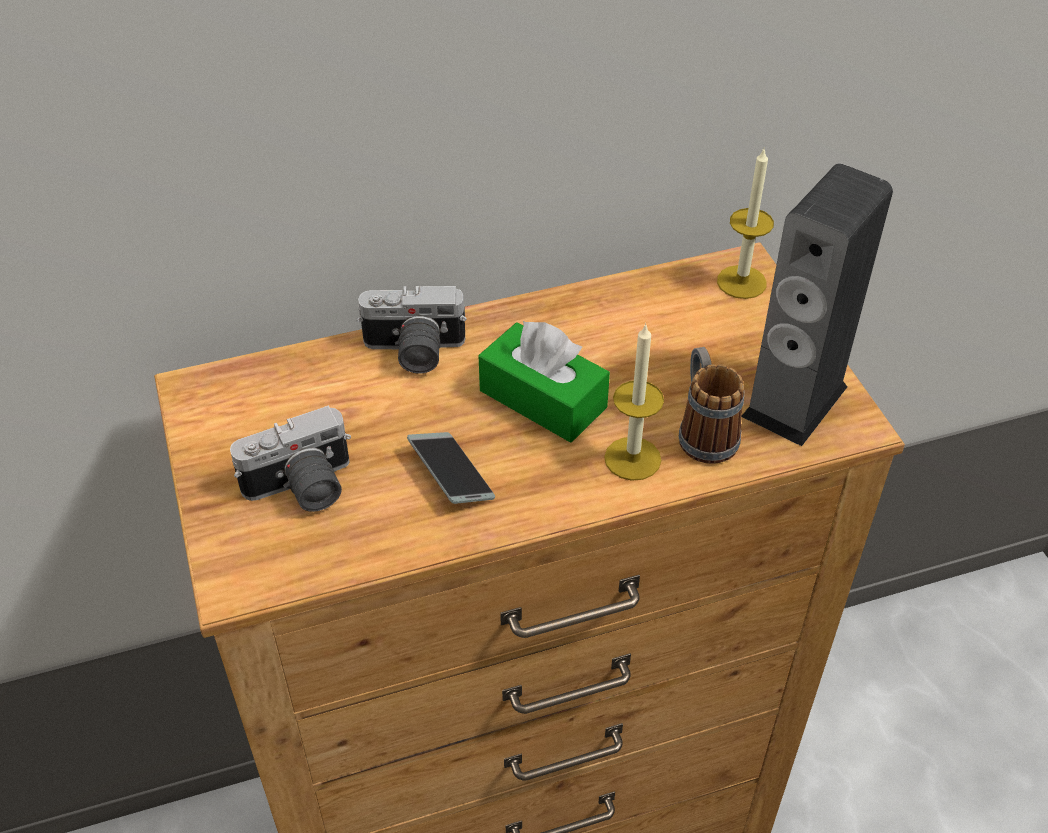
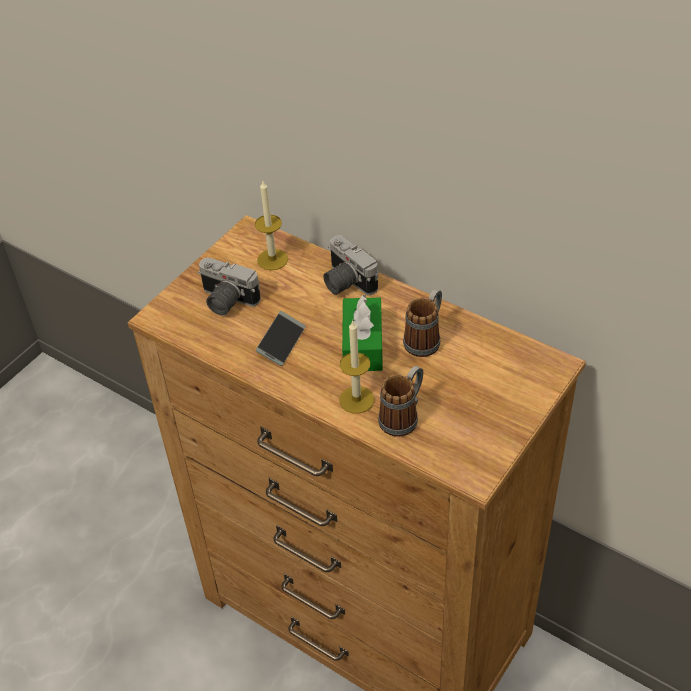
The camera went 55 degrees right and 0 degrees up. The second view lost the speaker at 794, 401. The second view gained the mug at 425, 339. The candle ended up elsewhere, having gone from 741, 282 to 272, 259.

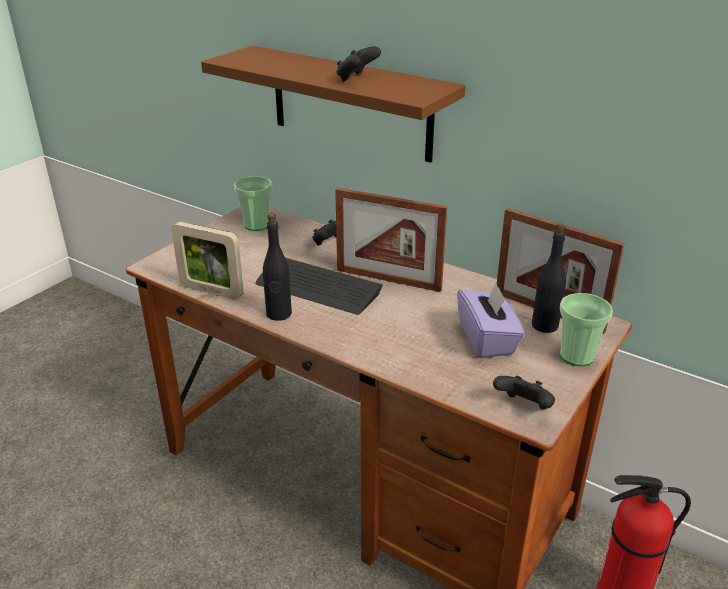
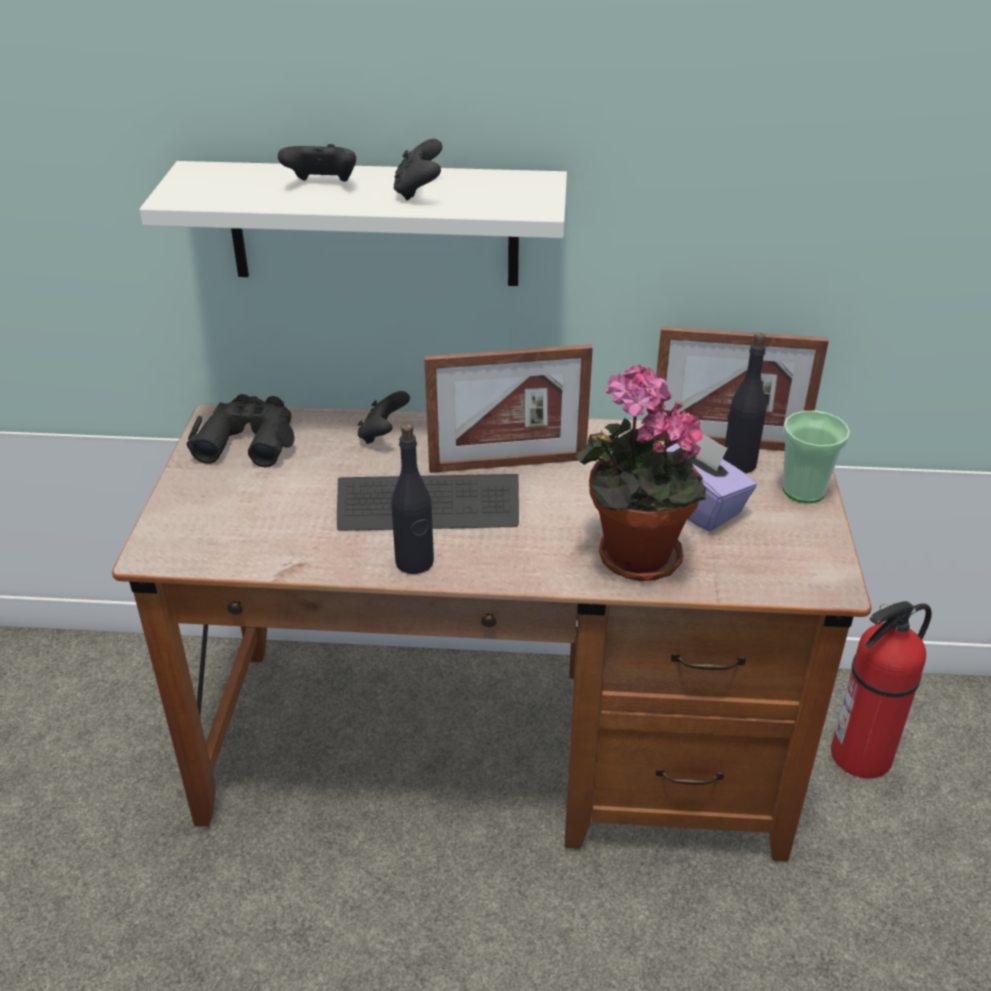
The camera went 30 degrees left and 5 degrees up. The second view lost the picture_frame at 211, 291. The second view gained the potted_plant at 631, 557. The black_game_controller ended up elsewhere, having gone from 524, 407 to 322, 185. Where the cup stood at 256, 225, the black_binoculars came to stand at 248, 439. What was the brown_shelf at 350, 103 turned into the white_shelf at 373, 224.

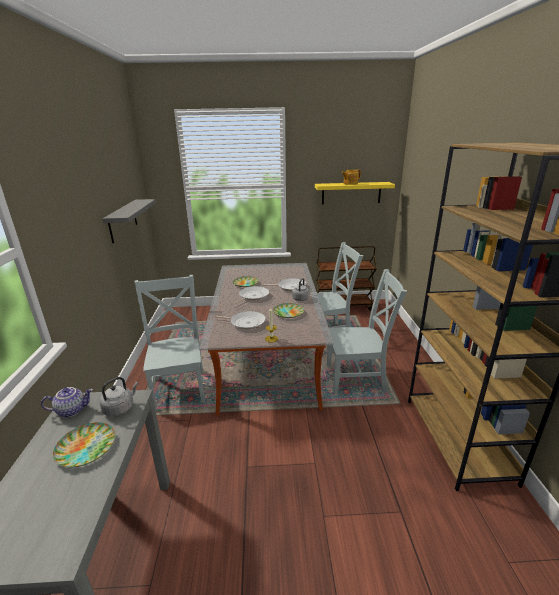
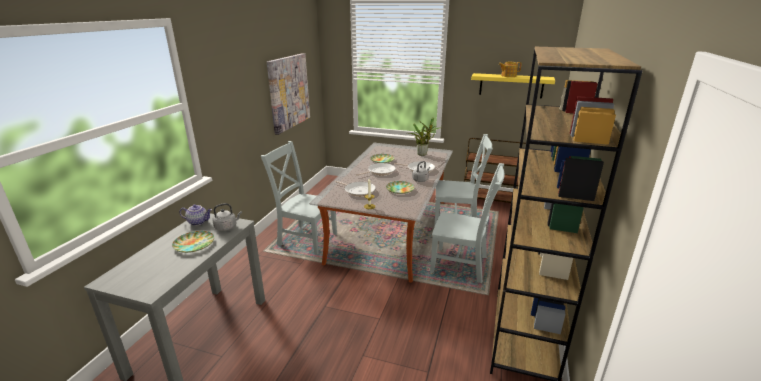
The camera went 20 degrees right and 0 degrees up. The second view gained the potted_plant at 423, 154. Where the grey_shelf hung at 123, 220, the picture came to hang at 288, 92. The grey_chair at 179, 387 ended up facing another way, 75 degrees counterclockwise from before.

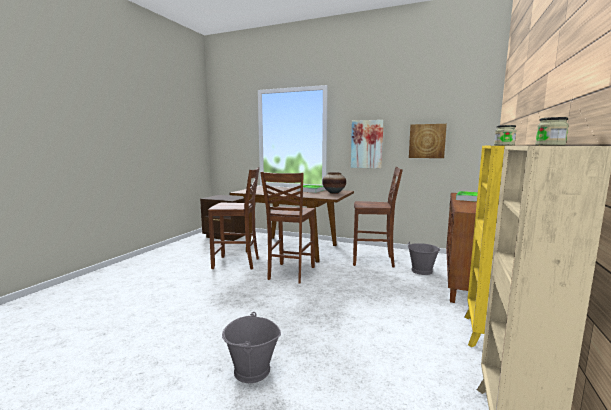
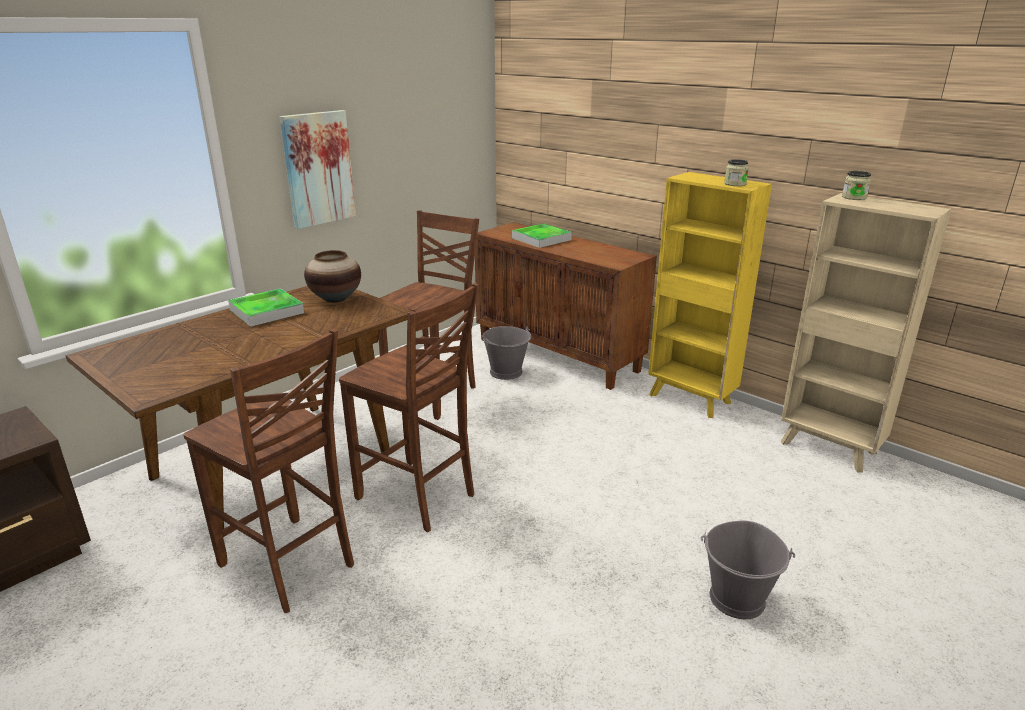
The camera went 70 degrees left and 15 degrees up. The second view lost the picture at 427, 141. The brown_chair at 237, 263 ended up facing another way, 105 degrees clockwise from before.

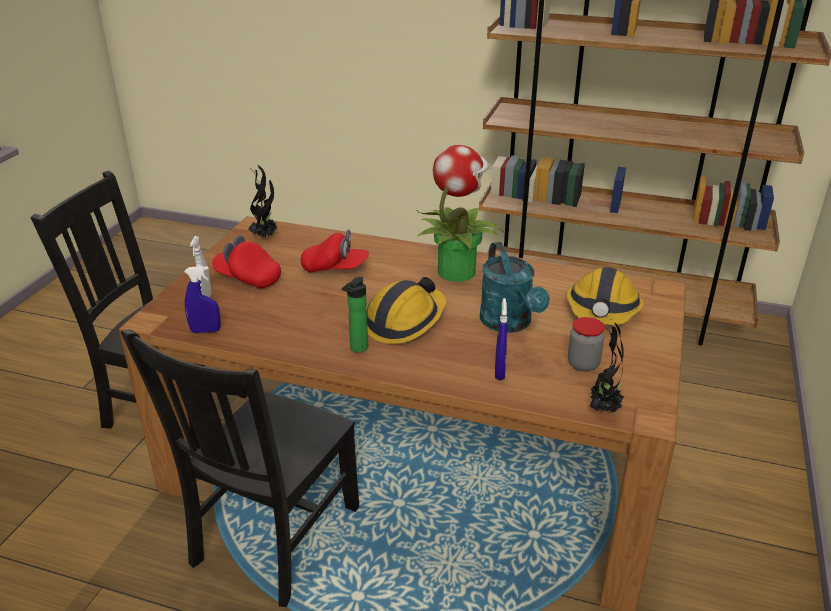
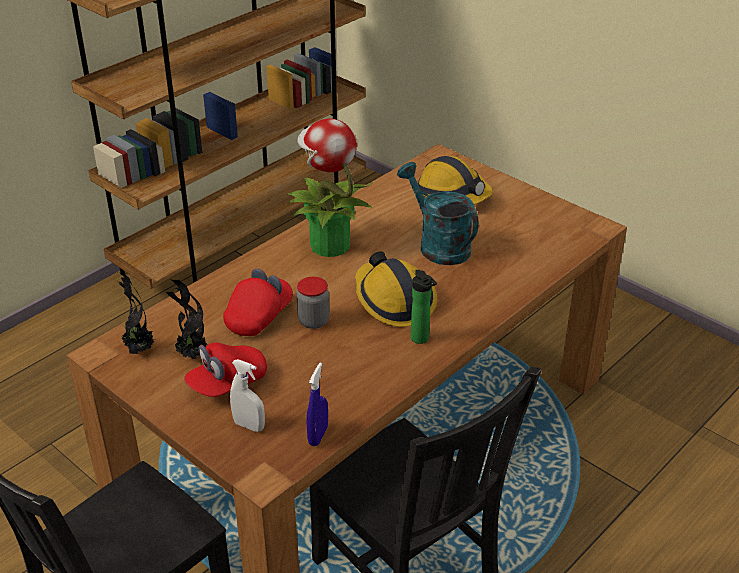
The camera went 65 degrees left and 5 degrees up. The second view lost the blue_spray_bottle at 499, 372. The jar ended up elsewhere, having gone from 583, 364 to 313, 321. The potted_plant ended up elsewhere, having gone from 603, 408 to 190, 355. The turquoise_watering_can at 509, 323 ended up facing another way, 135 degrees counterclockwise from before.

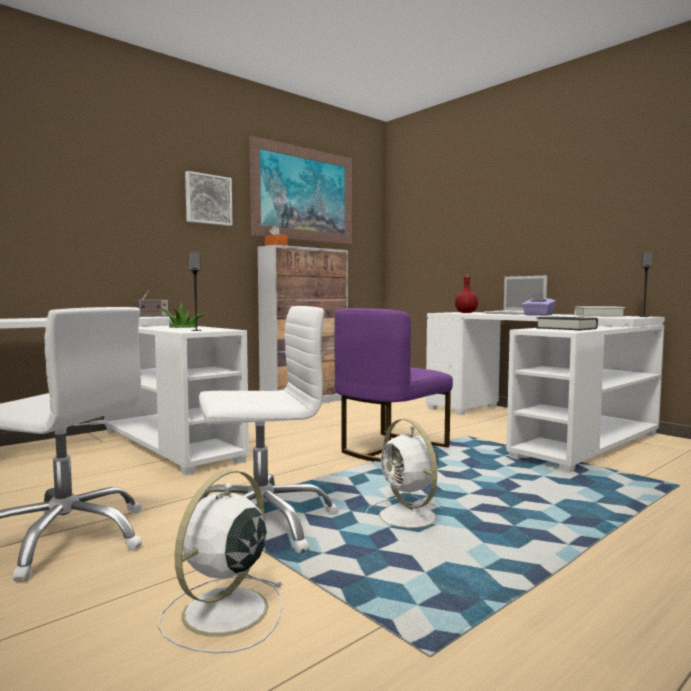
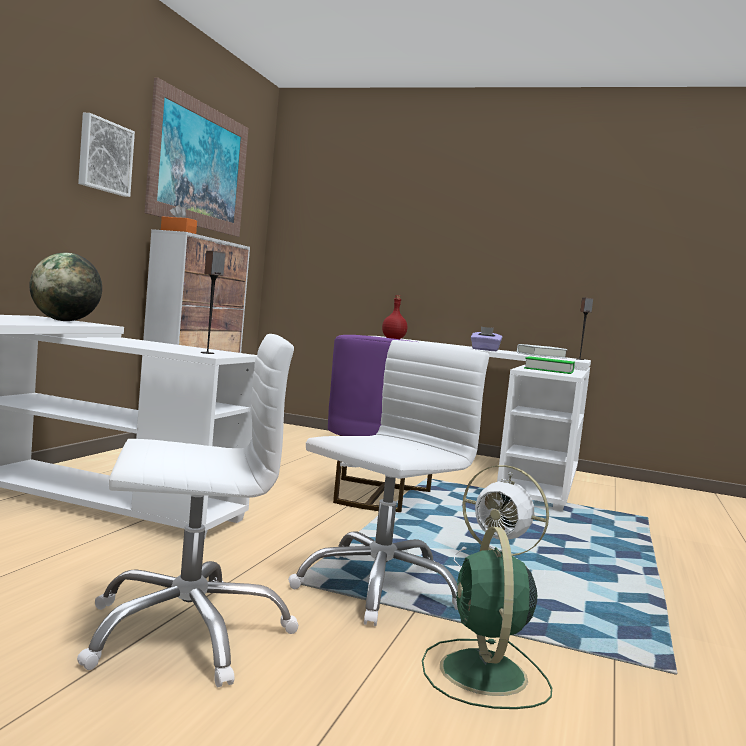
The camera went 30 degrees left and 0 degrees up. The second view lost the potted_plant at 183, 327. The second view lost the laptop at 516, 313. Where the radio stood at 152, 316, the globe came to stand at 64, 321. What was the white_fan at 222, 613 turned into the green_fan at 484, 675. What was the black_book at 566, 328 turned into the green_book at 549, 370.

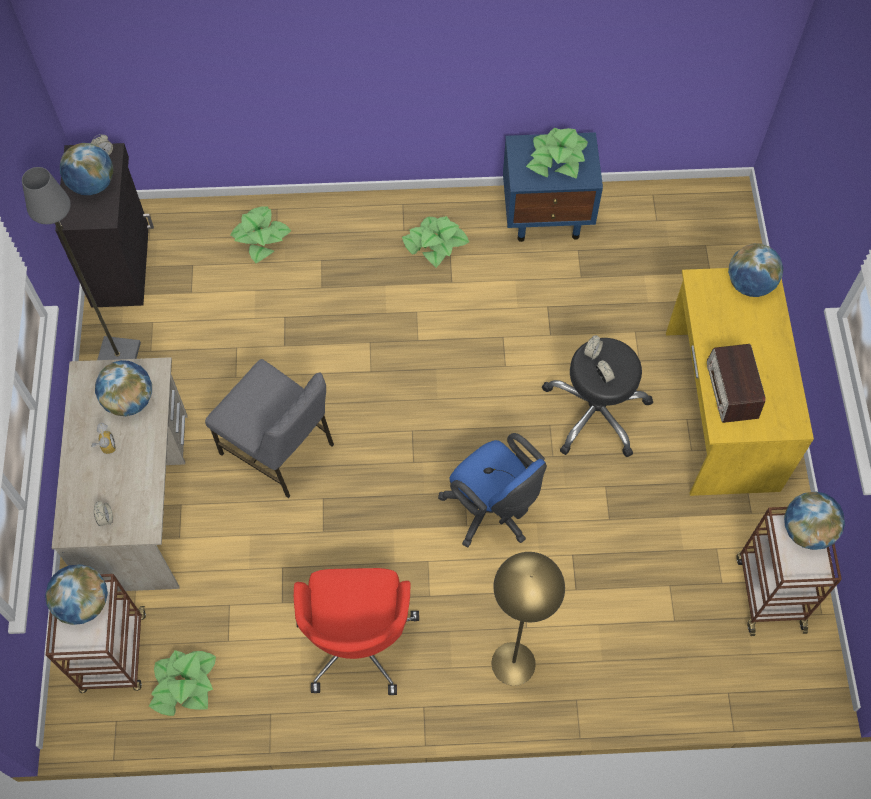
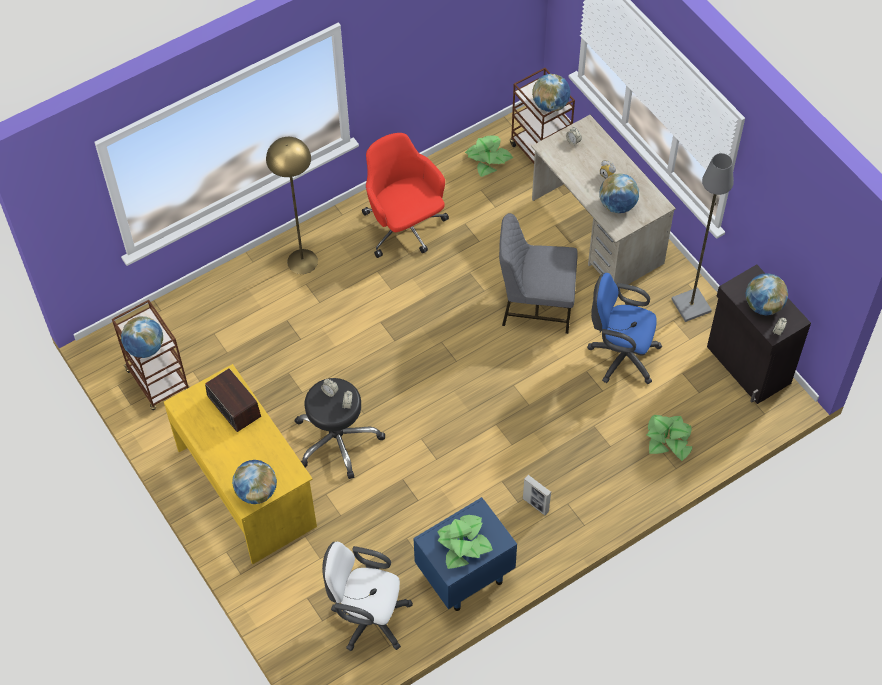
The camera went 150 degrees right and 5 degrees down. The second view gained the white_office_chair at 367, 617. The blue_office_chair ended up elsewhere, having gone from 492, 511 to 620, 355. Where the potted_plant stood at 435, 244, the picture_frame came to stand at 535, 505.

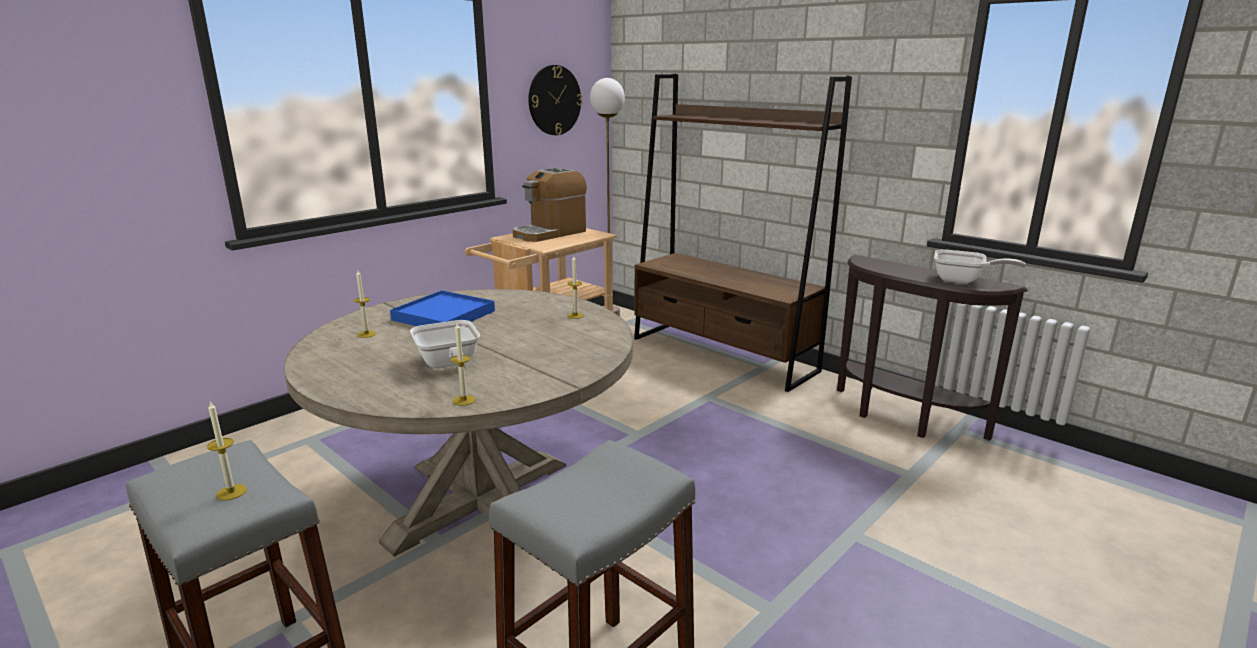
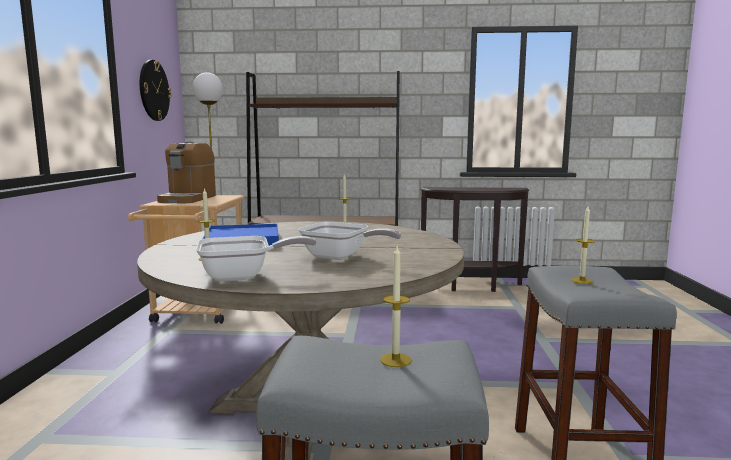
The camera went 40 degrees left and 10 degrees down. The candle ended up elsewhere, having gone from 464, 400 to 582, 281. The frying_pan ended up elsewhere, having gone from 963, 280 to 244, 276.

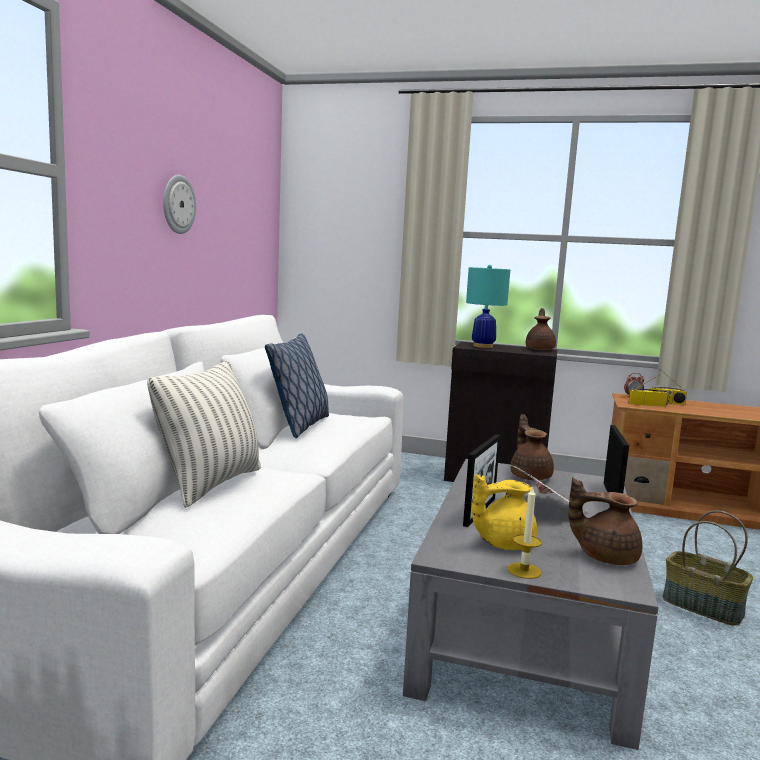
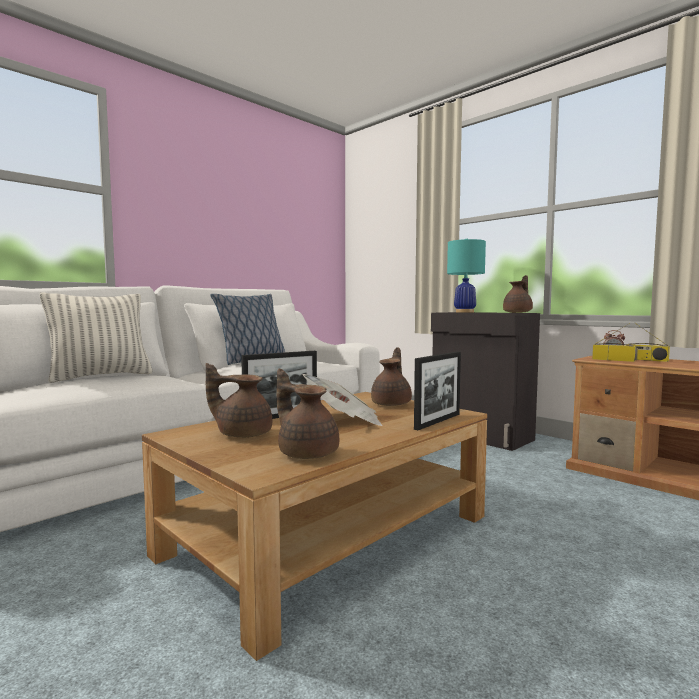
The camera went 30 degrees right and 5 degrees down. The second view lost the wall_clock at 178, 204. The second view lost the candle at 524, 570. The second view lost the basket at 701, 607. What was the grey_coffee_table at 525, 622 turned into the brown_coffee_table at 331, 534. What was the yellow_teapot at 503, 543 turned into the brown_teapot at 242, 434.

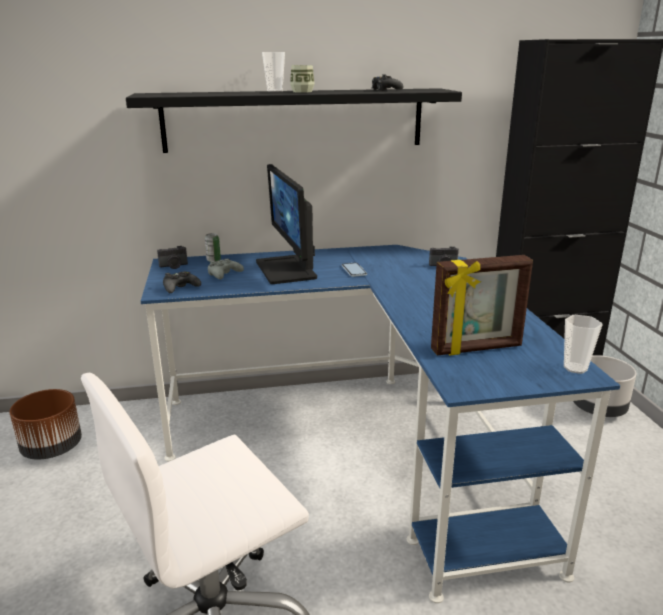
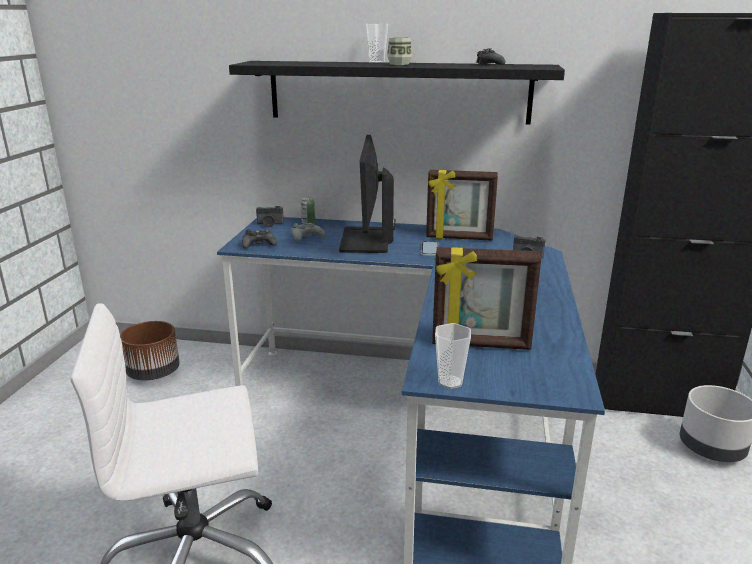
The camera went 20 degrees right and 0 degrees up. The second view gained the picture_frame at 459, 238. The cup ended up elsewhere, having gone from 575, 368 to 450, 382.

